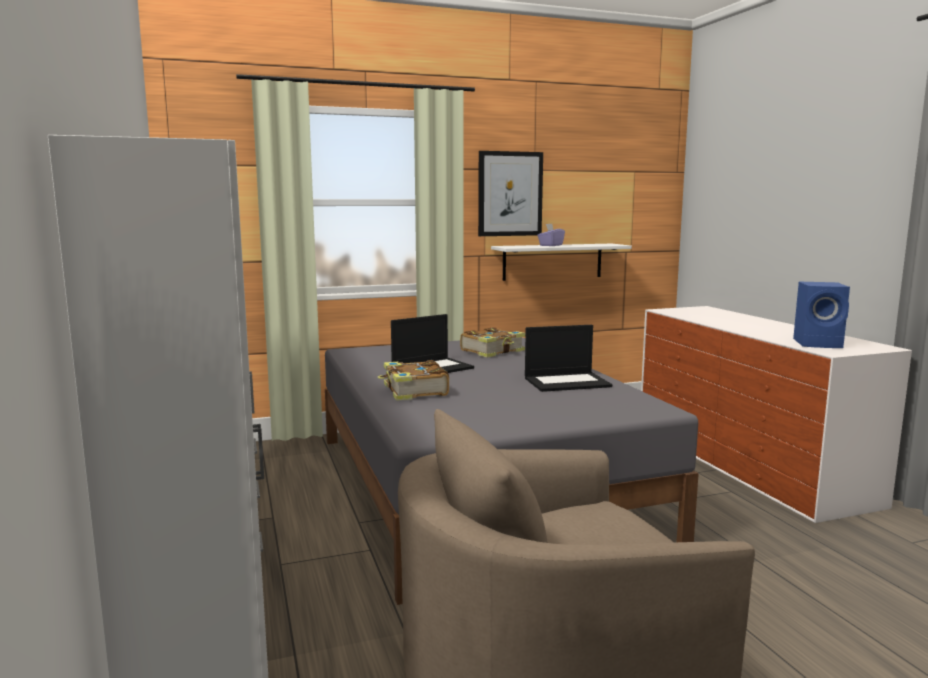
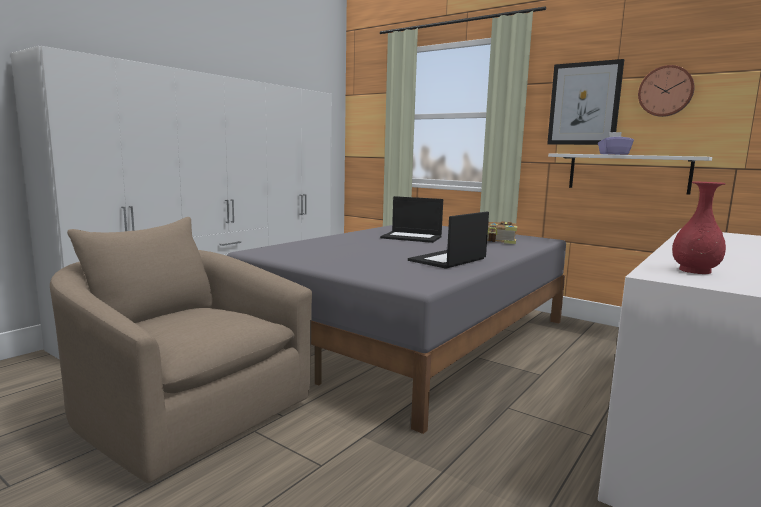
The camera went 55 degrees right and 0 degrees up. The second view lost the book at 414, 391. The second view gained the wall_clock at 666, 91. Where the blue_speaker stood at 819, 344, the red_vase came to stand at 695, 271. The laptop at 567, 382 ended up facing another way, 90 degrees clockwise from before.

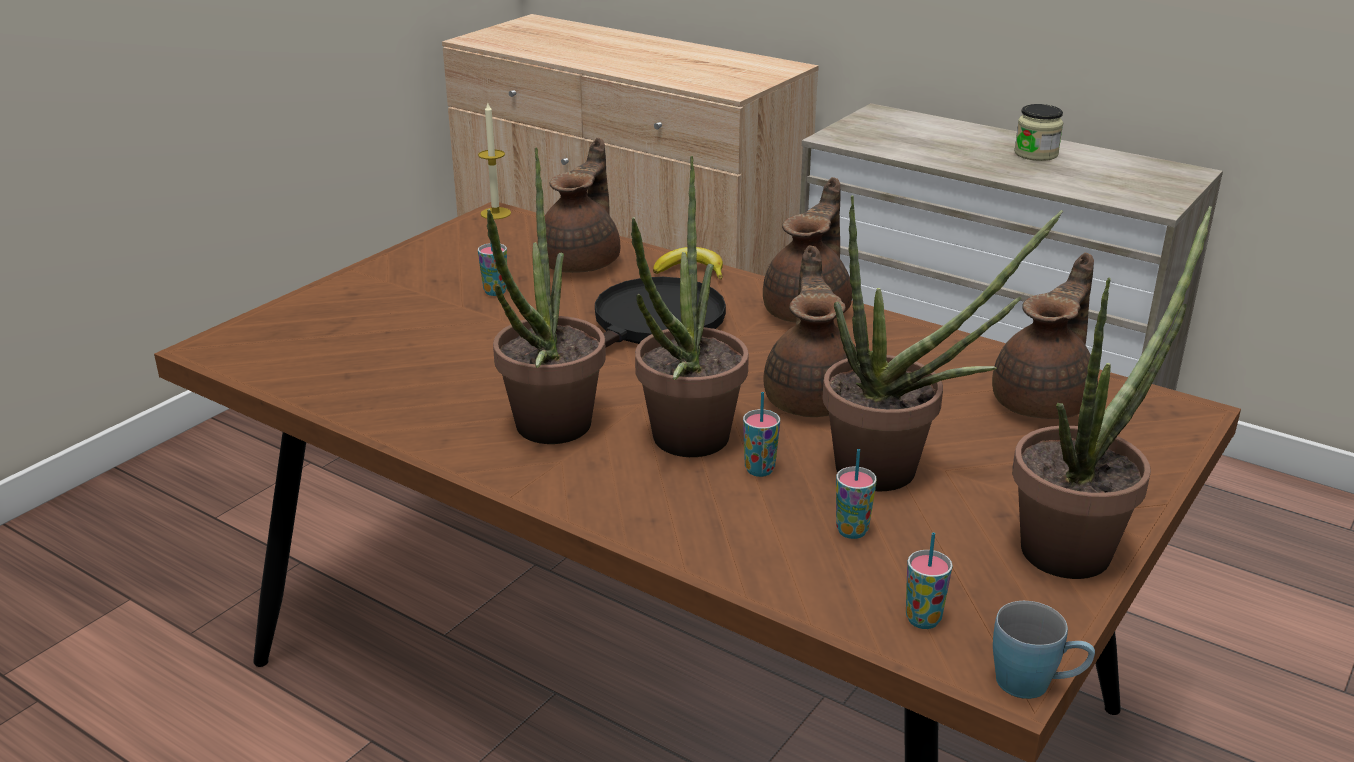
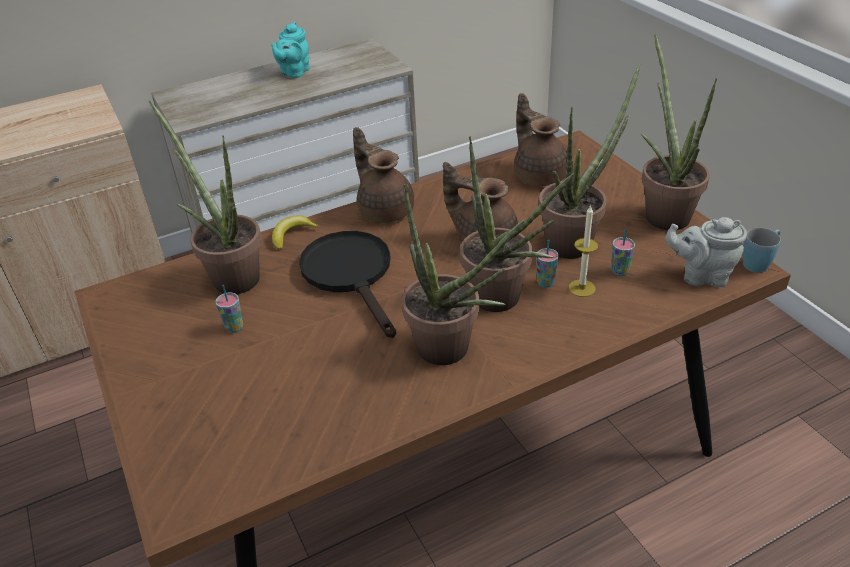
The camera went 60 degrees left and 10 degrees up. The candle ended up elsewhere, having gone from 495, 213 to 582, 288. Where the brown_teapot stood at 583, 262, the potted_plant came to stand at 230, 275. Where the cup stood at 923, 619, the grey_teapot came to stand at 701, 276. Where the jar stood at 1036, 154, the turquoise_teapot came to stand at 294, 73.

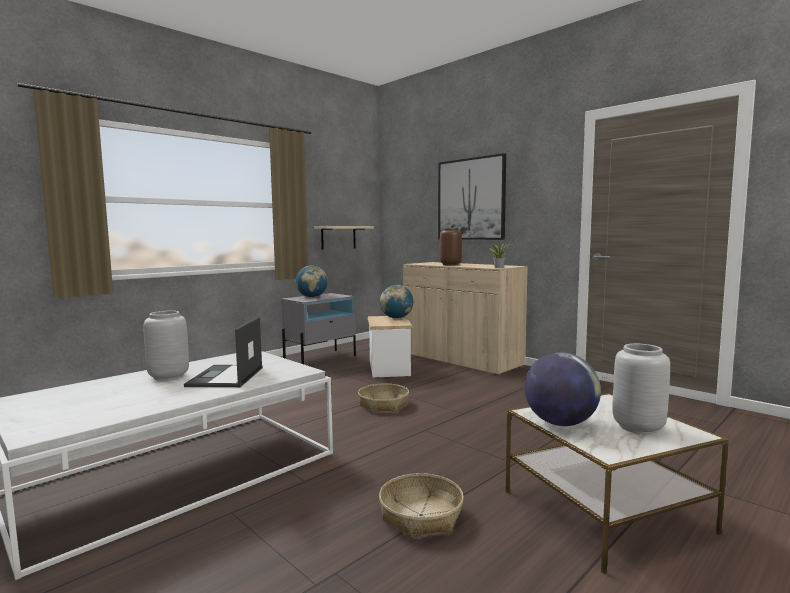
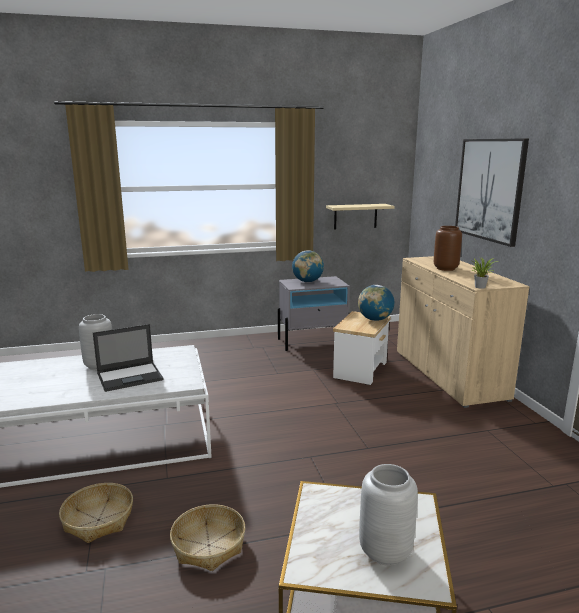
The camera went 30 degrees right and 10 degrees up. The second view lost the globe at 560, 423. The basket ended up elsewhere, having gone from 383, 404 to 99, 520. The laptop at 226, 377 ended up facing another way, 150 degrees counterclockwise from before.

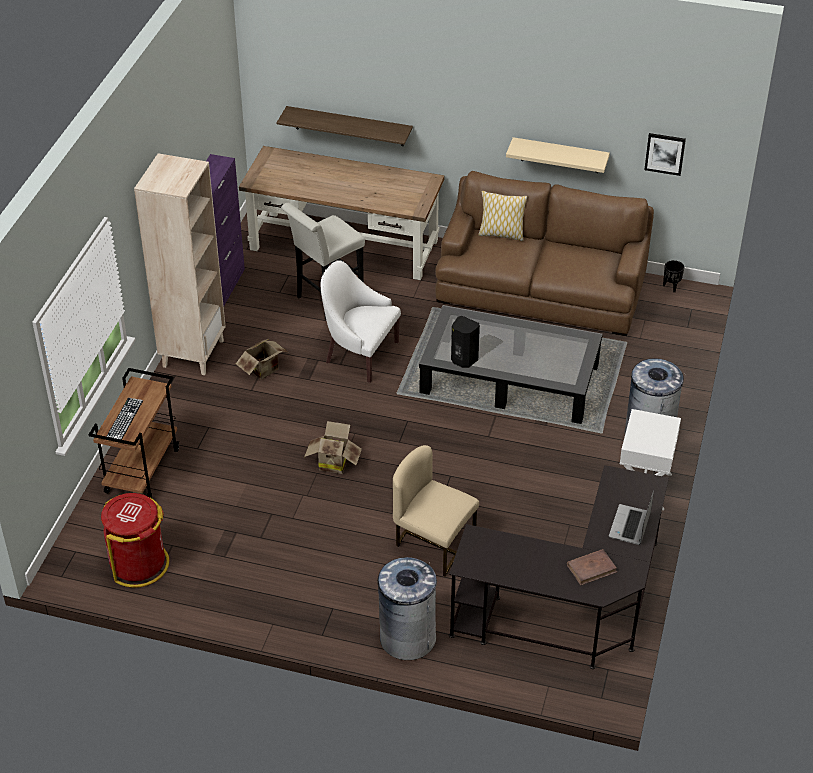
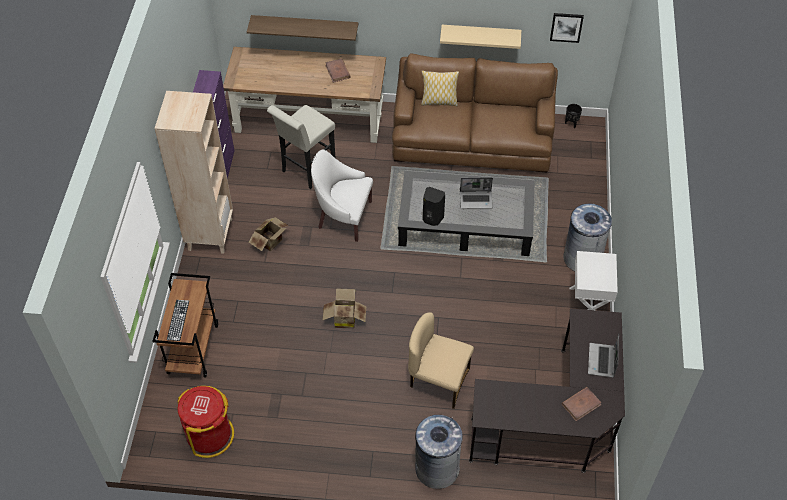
The camera went 10 degrees left and 10 degrees up. The second view gained the brown_book at 337, 72. The second view gained the laptop at 476, 200.

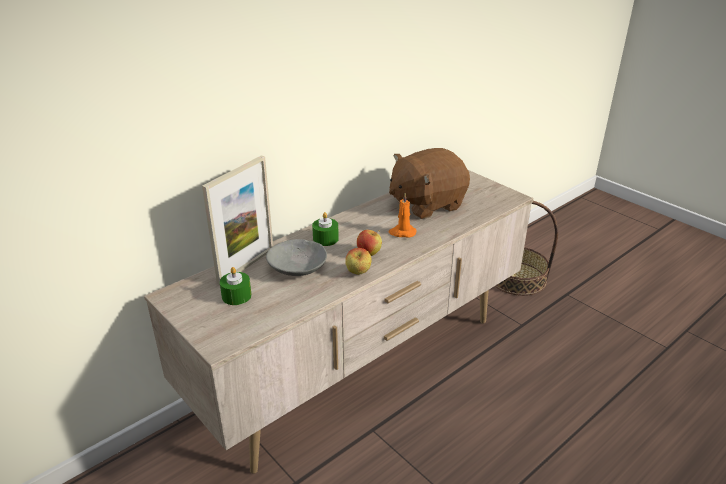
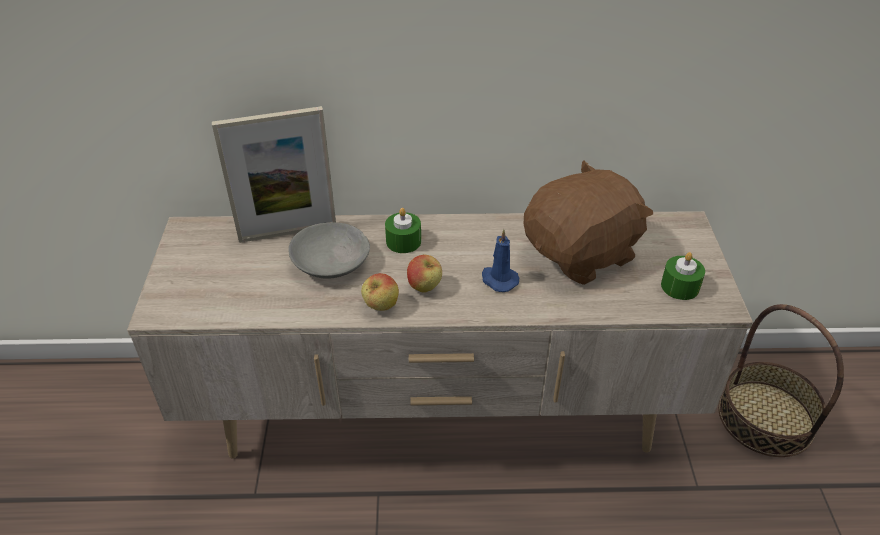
The camera went 40 degrees right and 10 degrees up. The green_candle ended up elsewhere, having gone from 236, 296 to 680, 286. What was the orange_candle at 402, 232 turned into the blue_candle at 498, 279. The brown_plush_toy at 426, 204 ended up facing another way, 135 degrees clockwise from before.

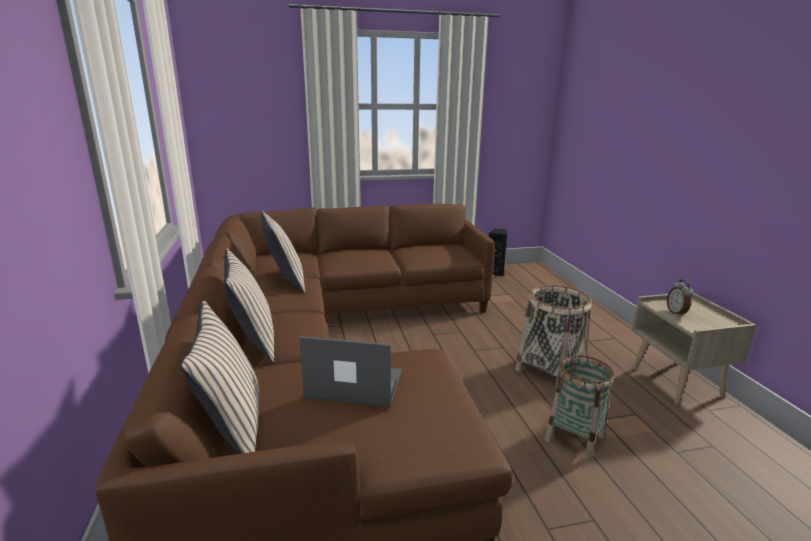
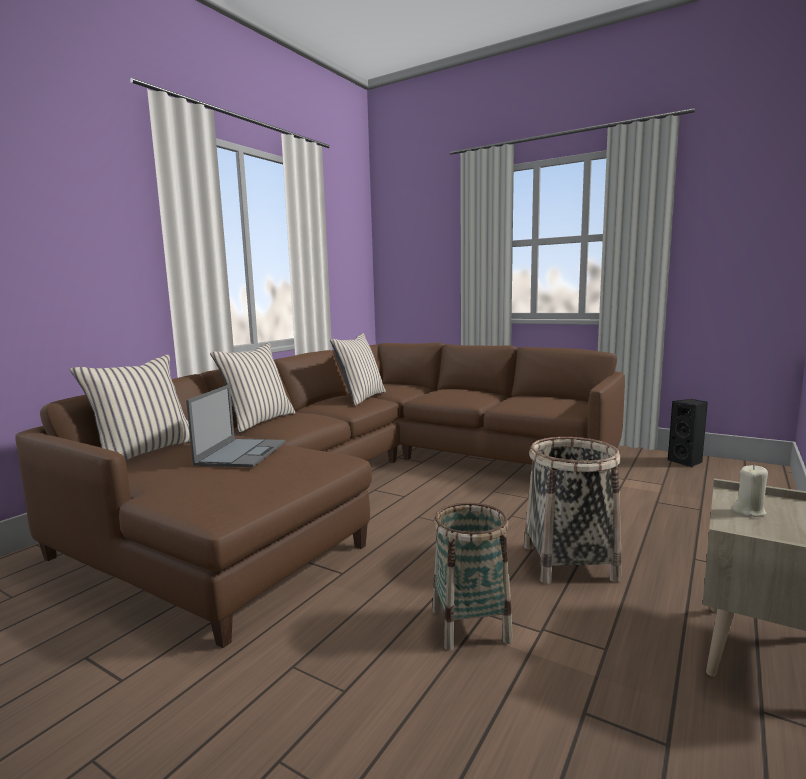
The camera went 45 degrees right and 10 degrees down. Where the alarm_clock stood at 676, 313, the beige_candle came to stand at 749, 511. The laptop at 353, 384 ended up facing another way, 45 degrees clockwise from before.

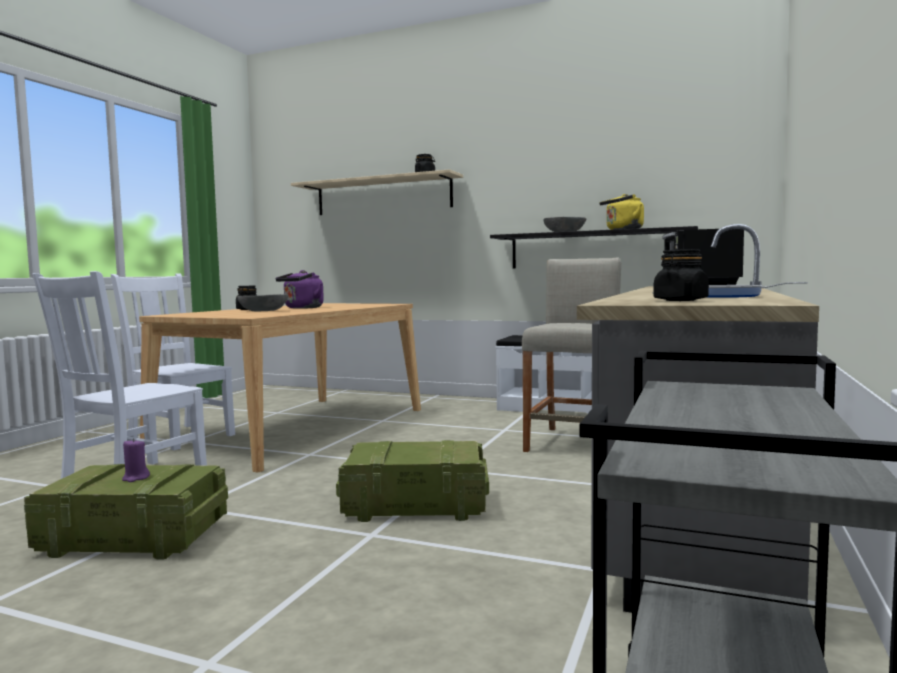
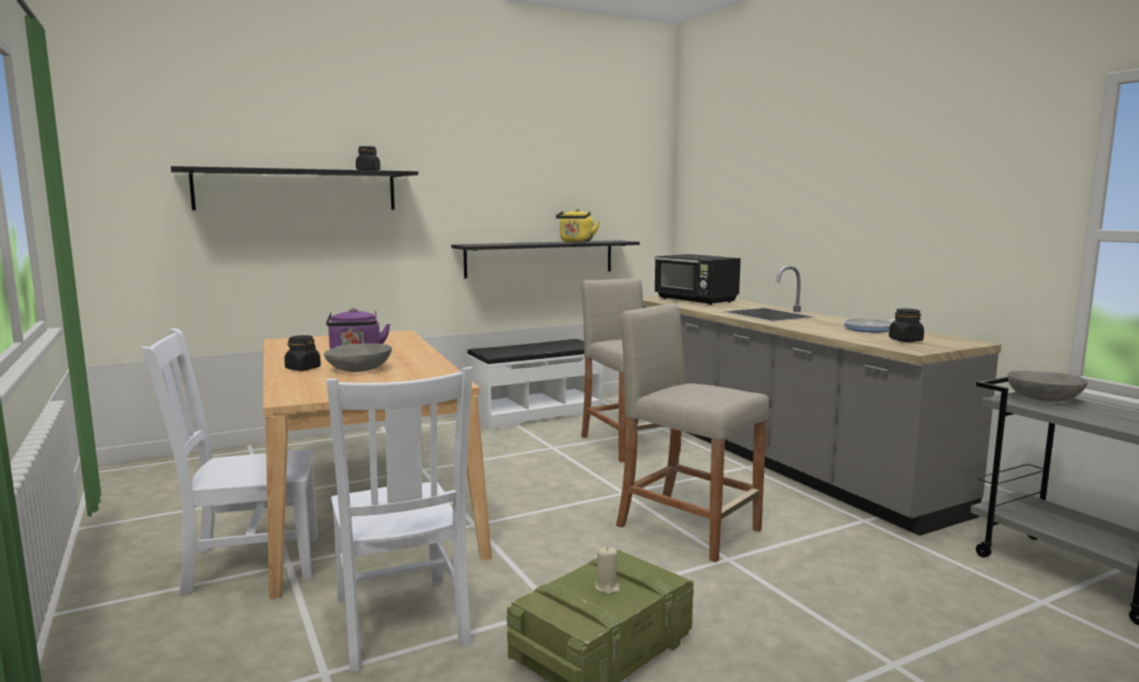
The camera went 50 degrees left and 5 degrees up. The grey_bowl ended up elsewhere, having gone from 564, 232 to 1044, 398. Where the crate stood at 418, 505, the beige_stool came to stand at 688, 528. What was the purple_candle at 135, 478 turned into the beige_candle at 607, 587. What was the beige_shelf at 383, 196 turned into the black_shelf at 297, 190.

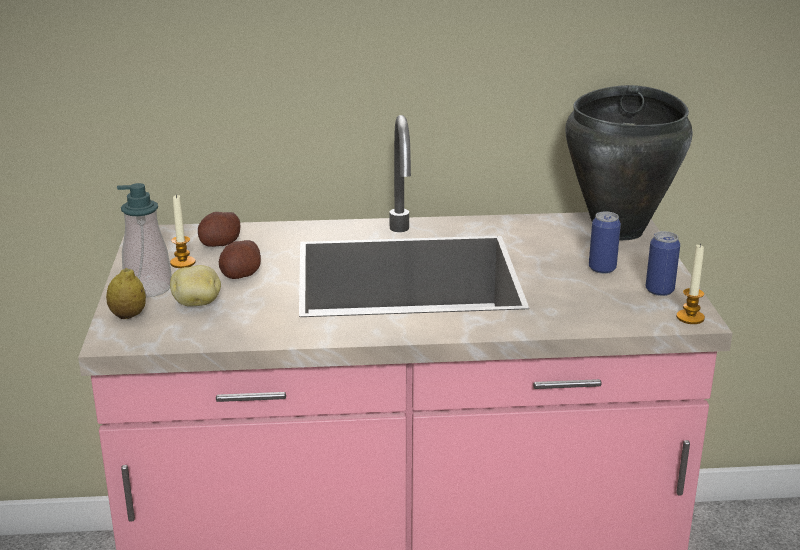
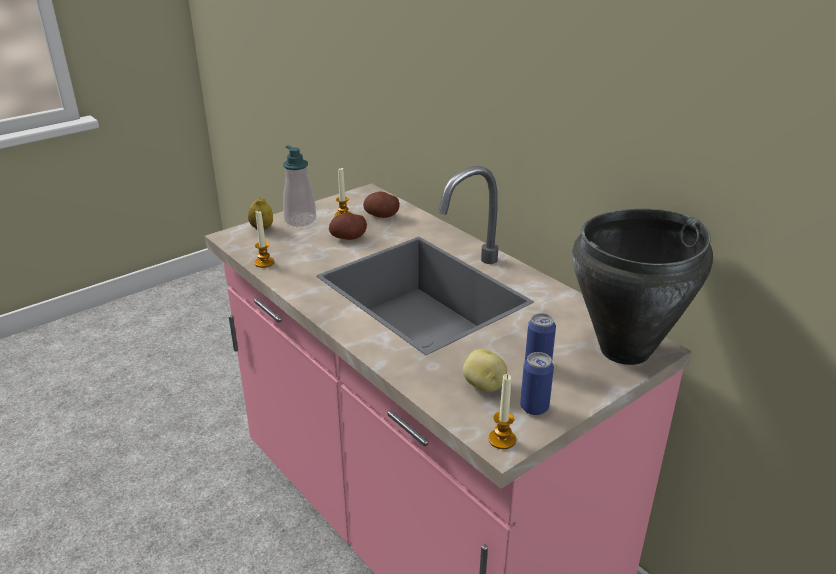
The camera went 55 degrees right and 5 degrees up. The second view gained the candle at 264, 262. The potato ended up elsewhere, having gone from 197, 304 to 483, 386.

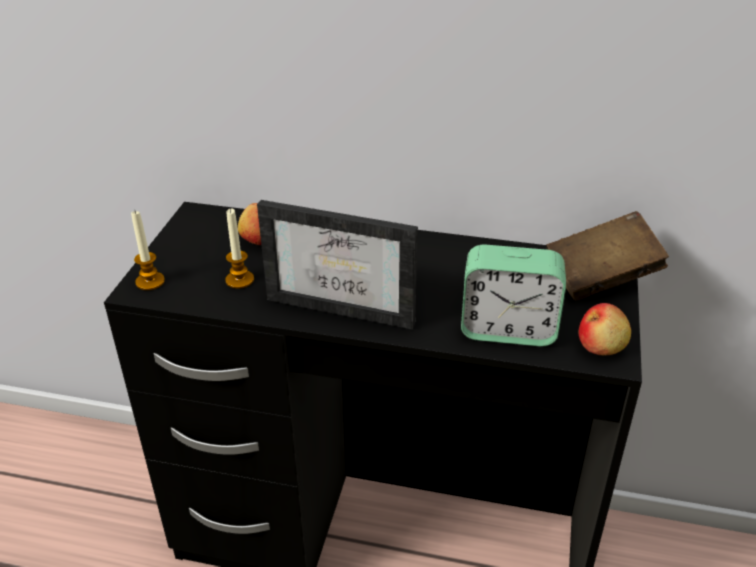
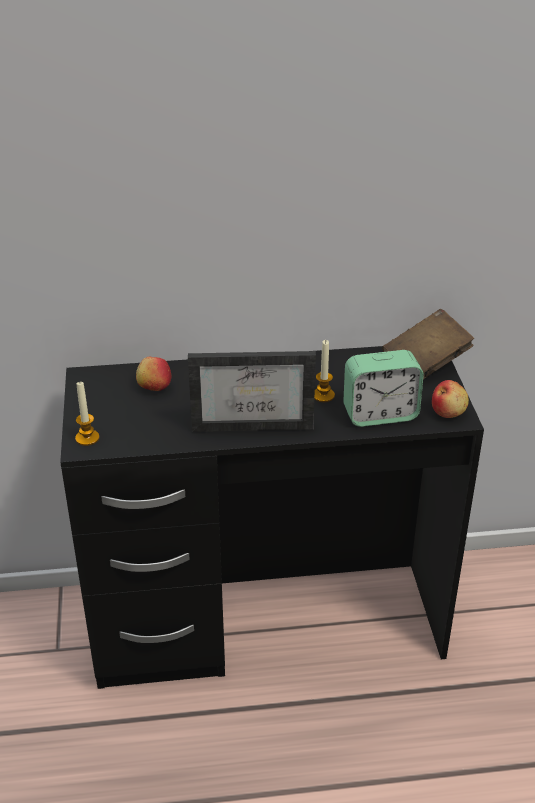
The camera went 20 degrees left and 0 degrees up. The candle ended up elsewhere, having gone from 239, 280 to 323, 395.

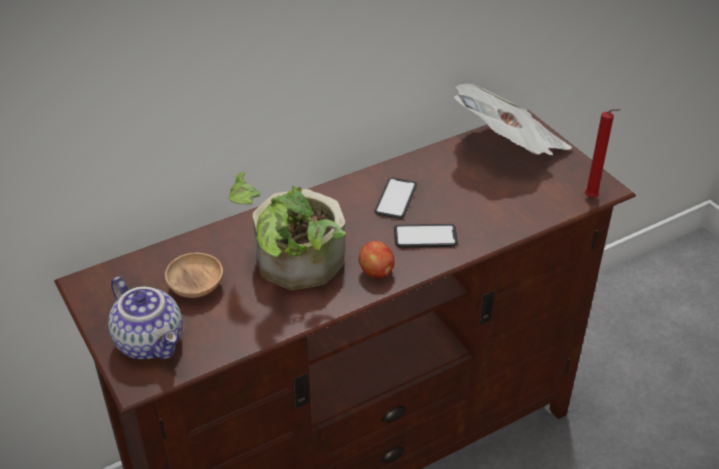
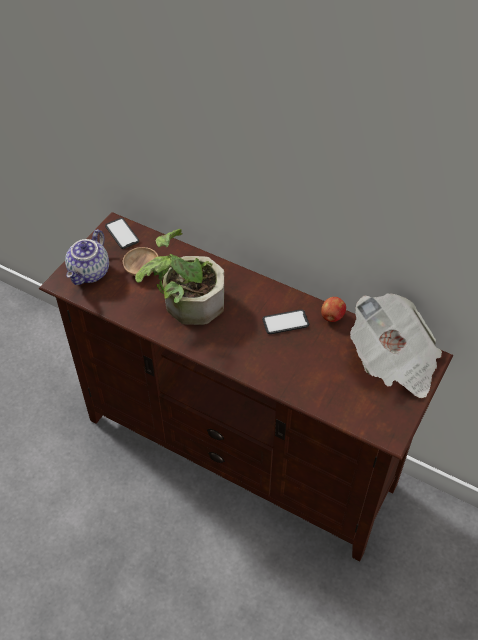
The camera went 60 degrees right and 10 degrees up. The second view lost the red_candle at 592, 198. The apple ended up elsewhere, having gone from 376, 272 to 332, 317. The phone ended up elsewhere, having gone from 425, 237 to 122, 234.

